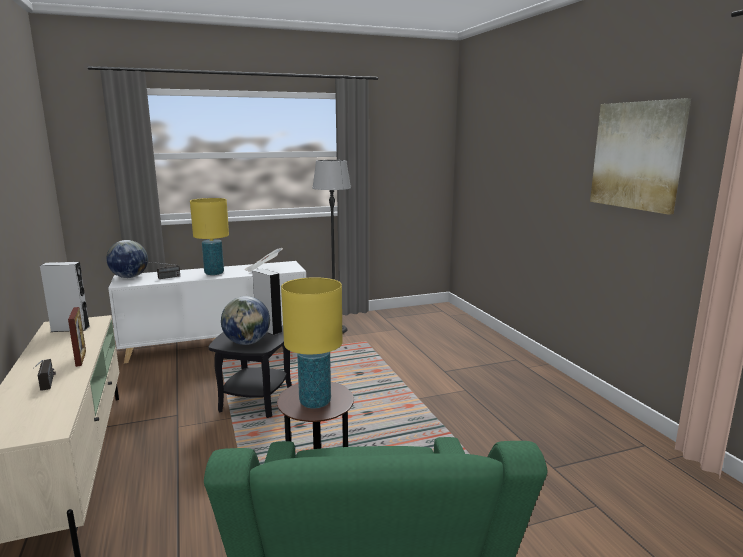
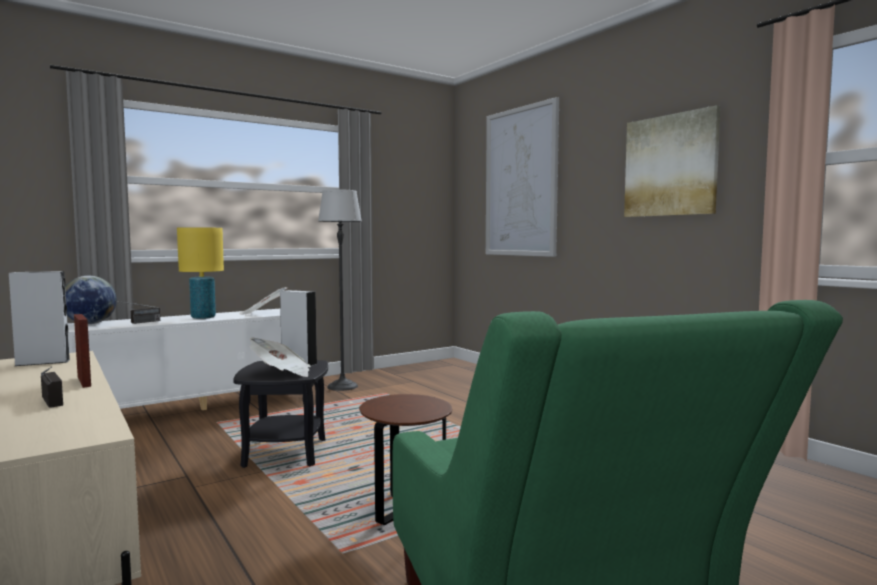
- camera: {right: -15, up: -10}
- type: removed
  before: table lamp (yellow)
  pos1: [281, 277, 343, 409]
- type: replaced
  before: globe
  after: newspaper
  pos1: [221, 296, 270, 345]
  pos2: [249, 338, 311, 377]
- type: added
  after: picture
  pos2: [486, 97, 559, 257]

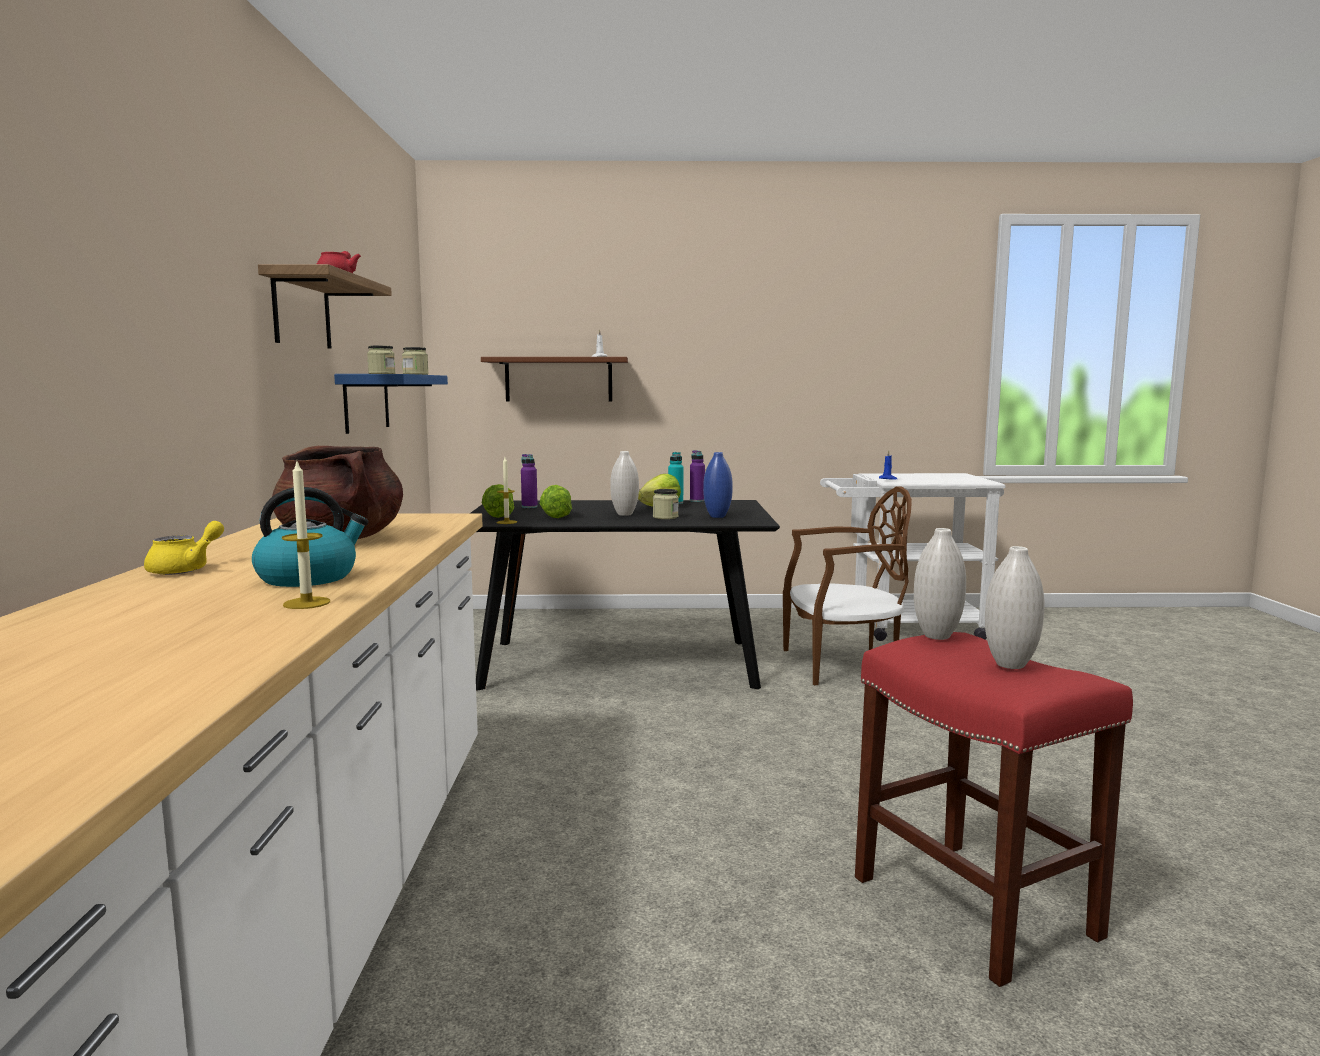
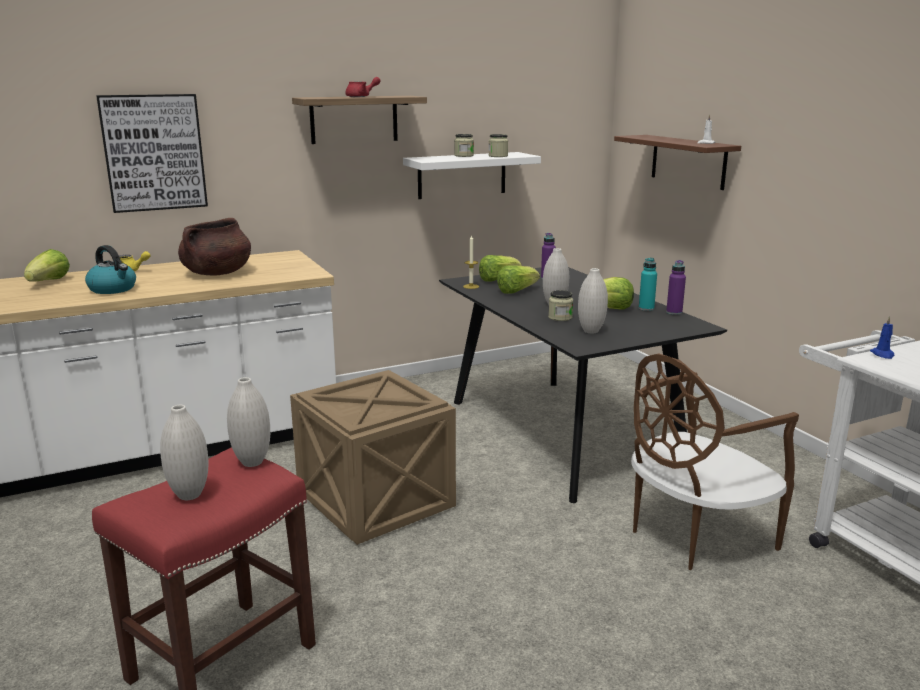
- camera: {right: 65, up: 10}
- type: recoloured
  before: shelf (blue)
  after: shelf (white)
  pos1: [334, 374, 448, 434]
  pos2: [403, 152, 541, 199]
- type: recoloured
  before: vase (blue)
  after: vase (white)
  pos1: [703, 452, 733, 518]
  pos2: [578, 268, 608, 333]
- type: removed
  before: candle
  pos1: [282, 461, 330, 609]
- type: turned
  before: chair (brown)
  pos1: [783, 486, 912, 685]
  pos2: [631, 354, 799, 570]
  turn: 90
- type: added
  after: picture
  pos2: [96, 94, 208, 213]
- type: added
  after: lettuce
  pos2: [24, 249, 70, 282]
- type: added
  after: crate
  pos2: [290, 370, 456, 545]

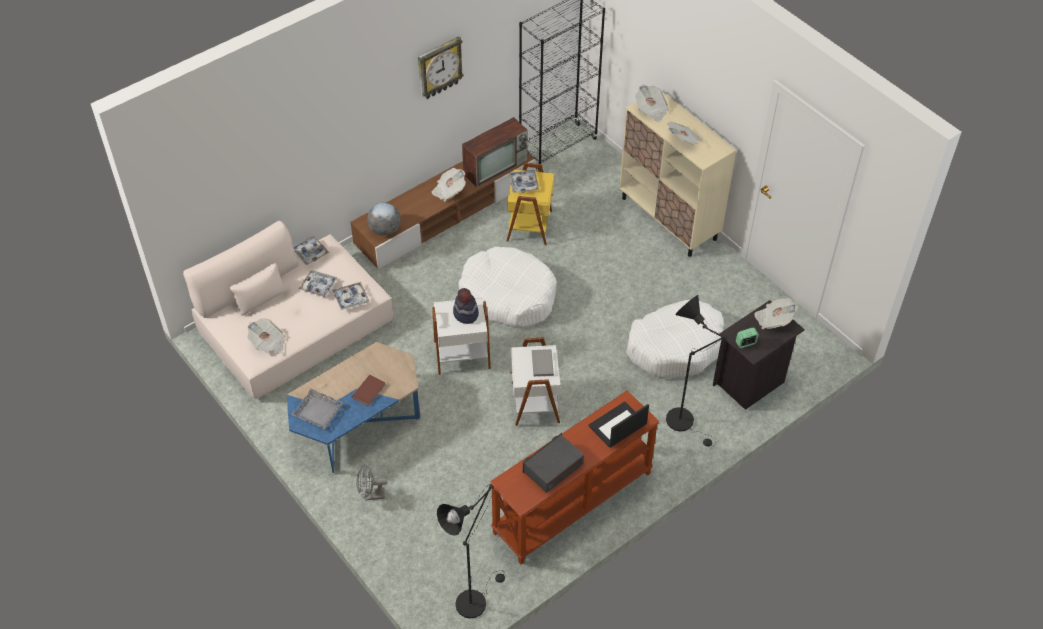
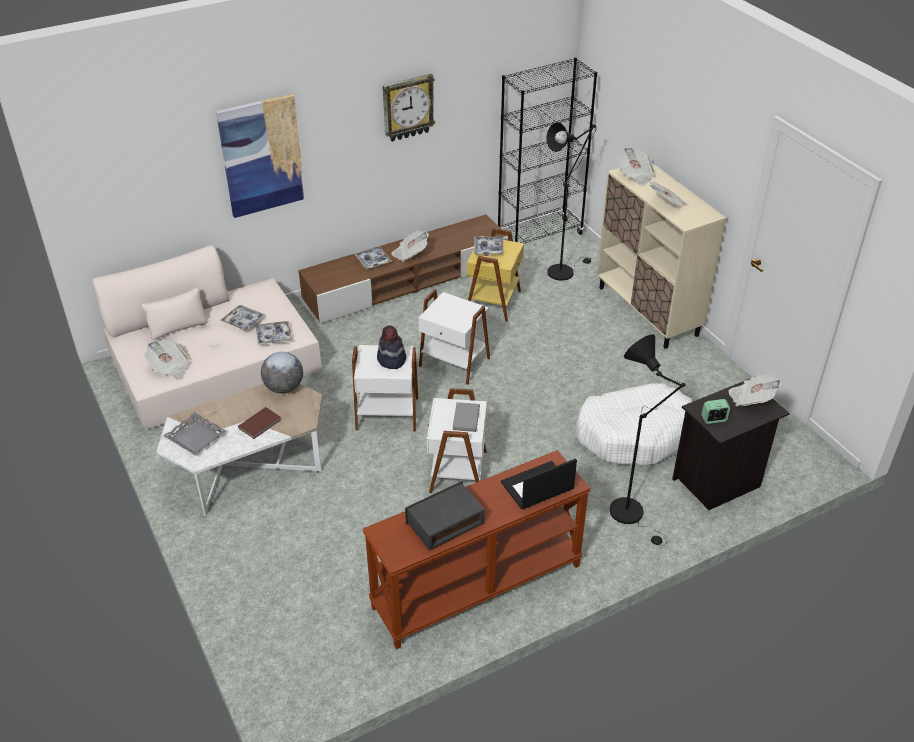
- camera: {right: 10, up: -10}
- type: removed
  before: television
  pos1: [462, 117, 528, 188]
- type: moved
  before: globe
  pos1: [367, 203, 401, 236]
  pos2: [261, 352, 303, 394]
- type: moved
  before: tray
  pos1: [293, 236, 330, 265]
  pos2: [355, 246, 392, 269]
- type: replaced
  before: dog bed (white)
  after: side table (white)
  pos1: [458, 247, 557, 328]
  pos2: [419, 289, 490, 385]
- type: recoloured
  before: coffee table (blue)
  after: coffee table (white)
  pos1: [287, 342, 420, 473]
  pos2: [156, 384, 322, 515]
- type: removed
  before: fan (grey)
  pos1: [356, 465, 388, 501]
- type: moved
  before: floor lamp (black)
  pos1: [437, 484, 505, 619]
  pos2: [546, 122, 597, 281]
- type: added
  after: picture
  pos2: [216, 94, 305, 218]

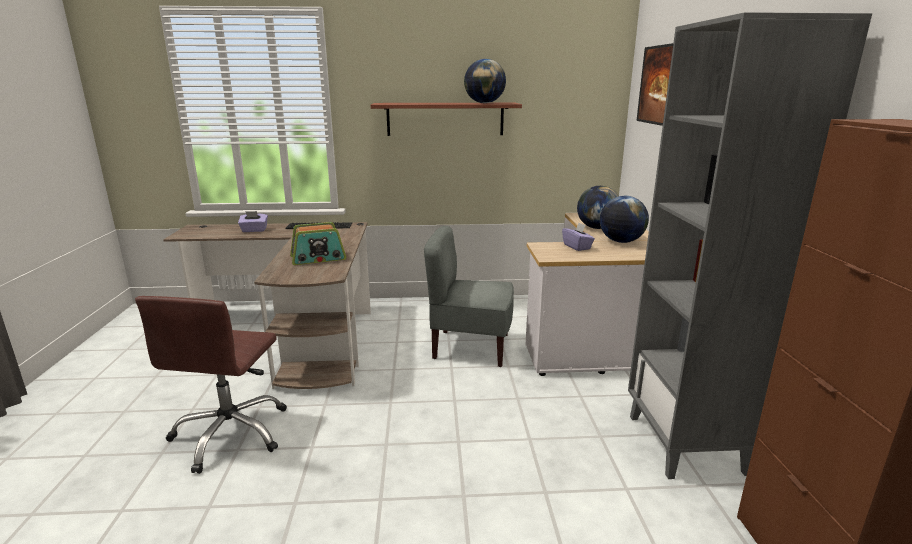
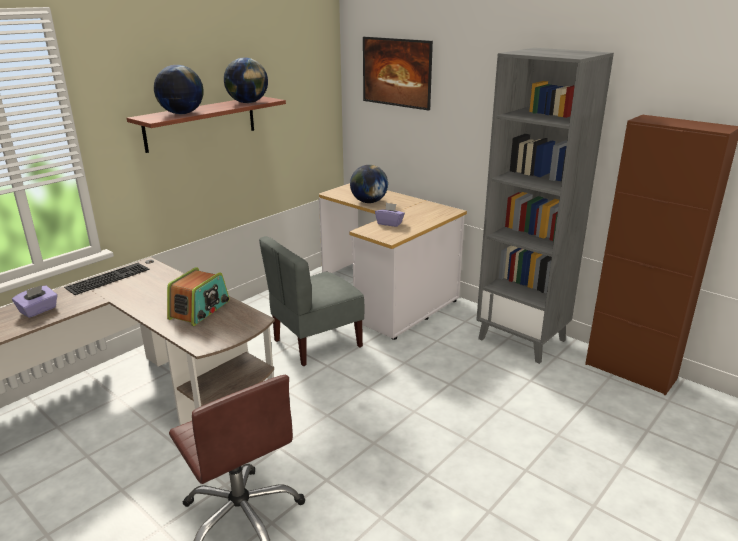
- camera: {right: -45, up: 5}
- type: moved
  before: globe
  pos1: [600, 196, 649, 243]
  pos2: [154, 65, 204, 114]

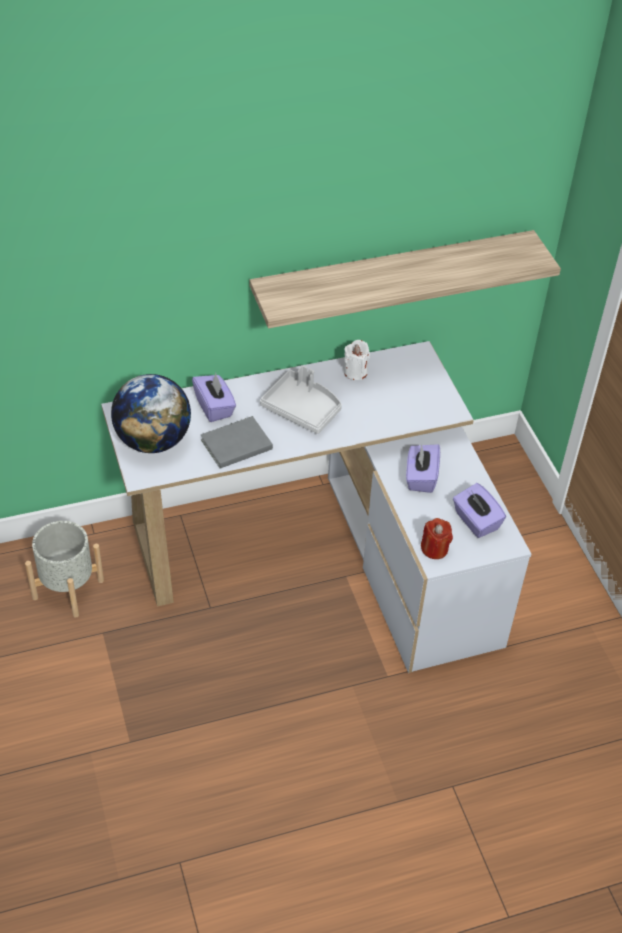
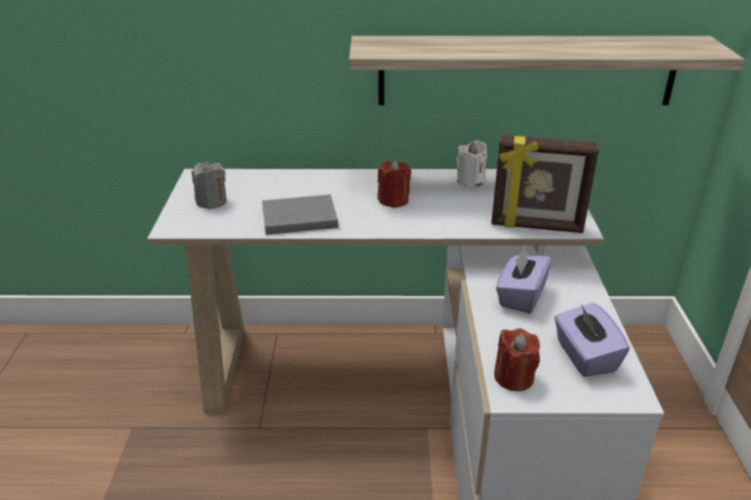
- camera: {right: 20, up: -15}
- type: replaced
  before: tray (grey)
  after: candle (red)
  pos1: [260, 365, 342, 434]
  pos2: [377, 160, 411, 208]
- type: removed
  before: tissue box (purple)
  pos1: [192, 373, 236, 422]
- type: replaced
  before: globe
  after: candle (grey)
  pos1: [111, 374, 191, 453]
  pos2: [192, 161, 227, 209]
- type: removed
  before: planter (grey)
  pos1: [25, 521, 104, 617]
- type: added
  after: picture frame
  pos2: [491, 135, 599, 233]

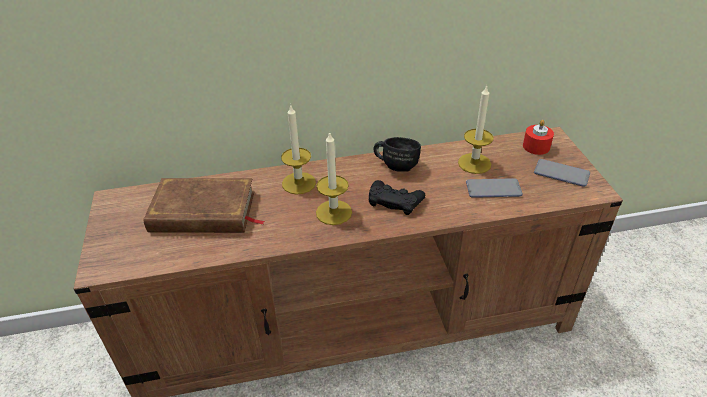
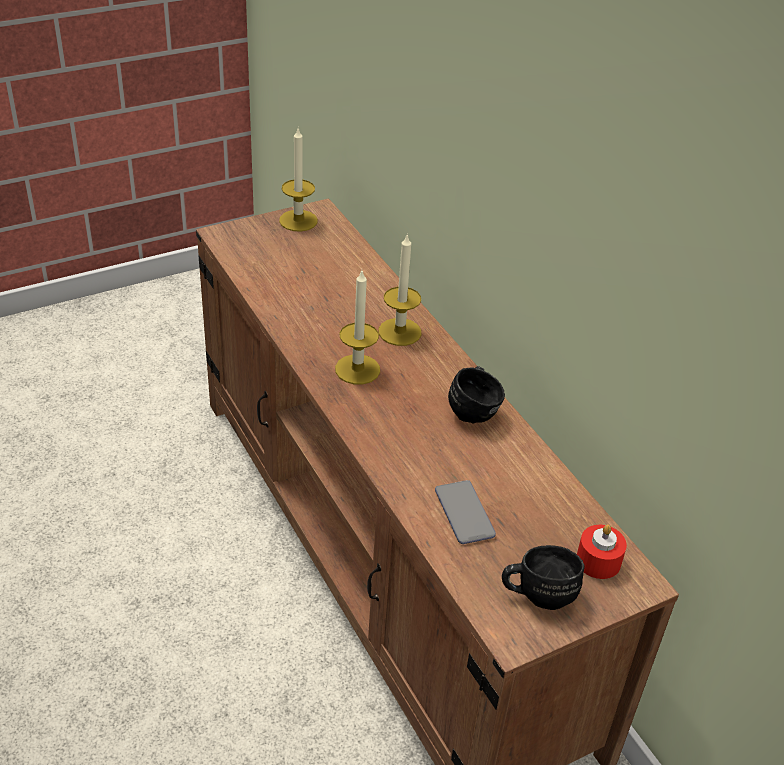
- camera: {right: 70, up: 0}
- type: moved
  before: candle
  pos1: [458, 85, 494, 174]
  pos2: [279, 128, 318, 232]
- type: replaced
  before: phone
  after: mug (black)
  pos1: [534, 159, 590, 187]
  pos2: [502, 545, 585, 610]
- type: removed
  before: book (brown)
  pos1: [143, 178, 265, 233]
- type: removed
  before: game controller (black)
  pos1: [369, 180, 425, 215]

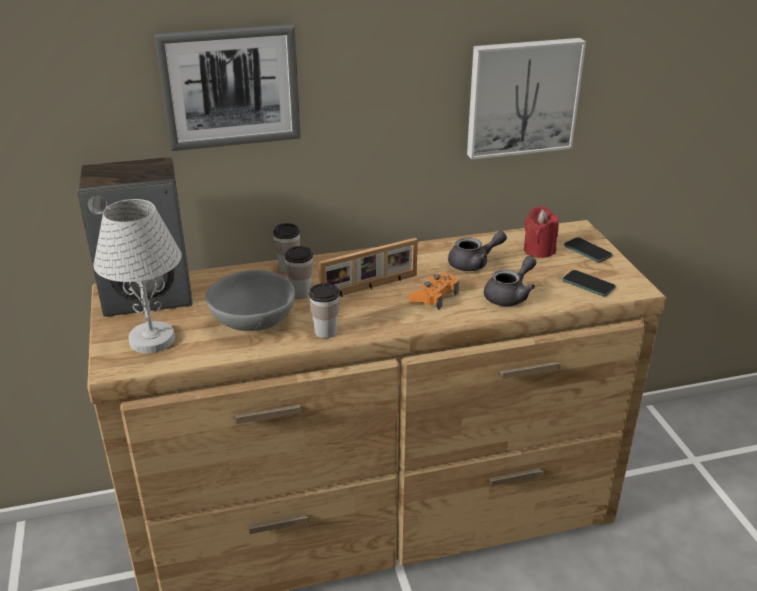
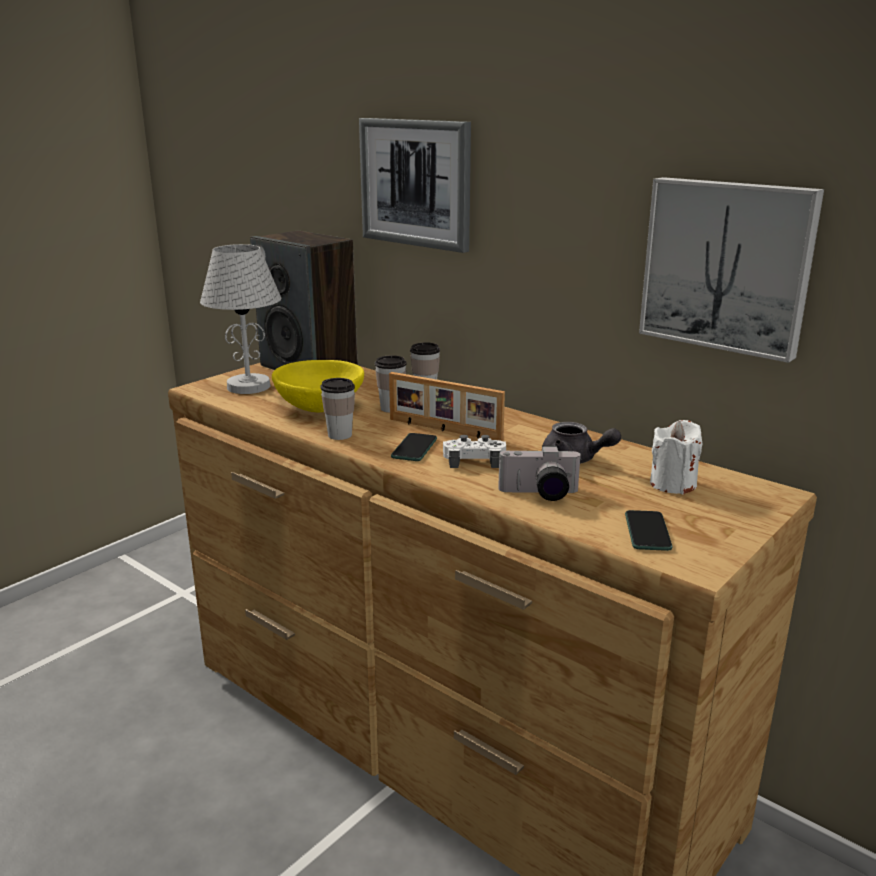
- camera: {right: 55, up: -10}
- type: recoloured
  before: candle (red)
  after: candle (white)
  pos1: [524, 206, 559, 258]
  pos2: [650, 420, 702, 494]
- type: moved
  before: phone
  pos1: [564, 237, 612, 262]
  pos2: [391, 433, 437, 461]
- type: replaced
  before: teapot (grey)
  after: photo camera
  pos1: [484, 256, 537, 306]
  pos2: [498, 445, 581, 501]
- type: recoloured
  before: bowl (grey)
  after: bowl (yellow)
  pos1: [205, 270, 295, 331]
  pos2: [272, 360, 364, 412]
- type: recoloured
  before: game controller (orange)
  after: game controller (white)
  pos1: [409, 273, 459, 310]
  pos2: [443, 435, 506, 468]

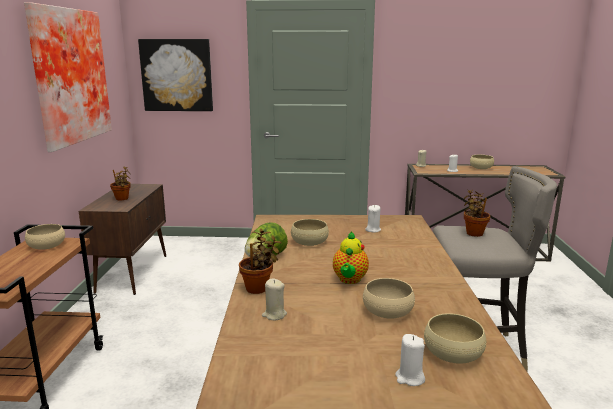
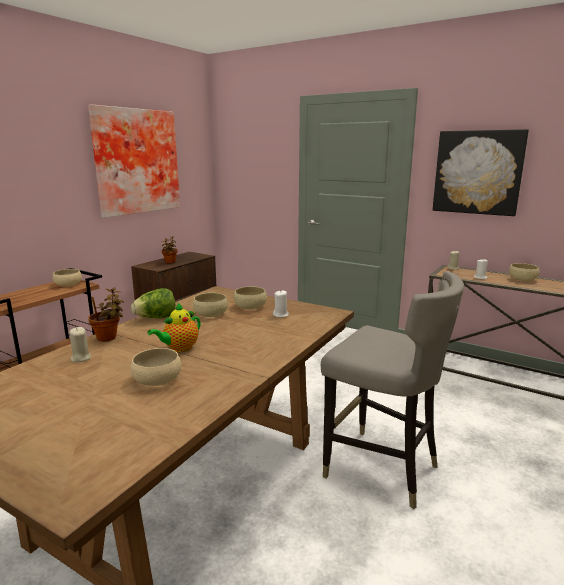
- camera: {right: 30, up: 0}
- type: moved
  before: picture
  pos1: [138, 39, 213, 111]
  pos2: [433, 129, 529, 216]
- type: removed
  before: potted plant
  pos1: [464, 190, 491, 237]
- type: moved
  before: bowl (beige)
  pos1: [424, 313, 486, 364]
  pos2: [233, 286, 267, 309]
- type: removed
  before: candle (white)
  pos1: [395, 334, 425, 386]

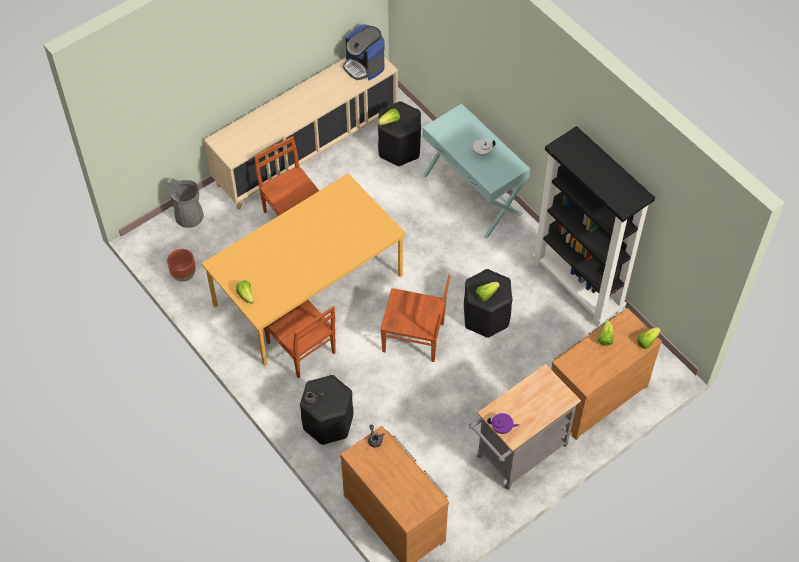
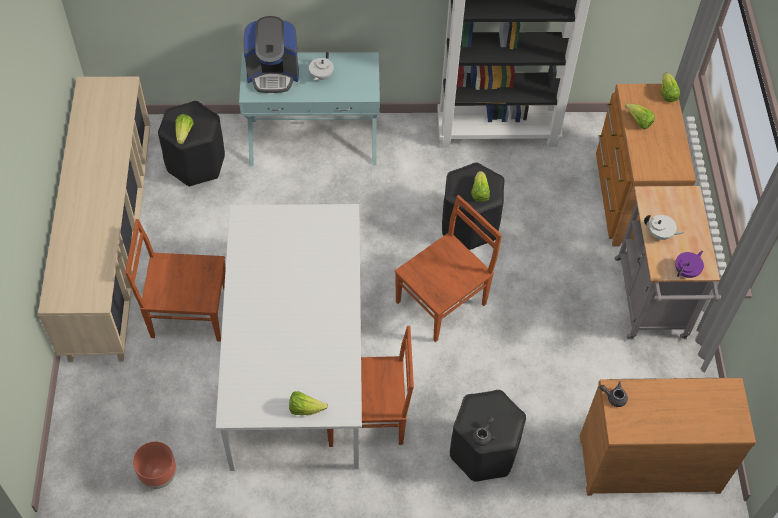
- camera: {right: -55, up: 0}
- type: moved
  before: coffee machine
  pos1: [343, 24, 385, 80]
  pos2: [243, 16, 299, 93]
- type: recoloured
  before: dining table (orange)
  after: dining table (white)
  pos1: [202, 174, 406, 366]
  pos2: [216, 204, 362, 471]
- type: removed
  before: trash can (grey)
  pos1: [169, 178, 204, 228]
- type: added
  after: teapot (white)
  pos2: [644, 215, 684, 240]

